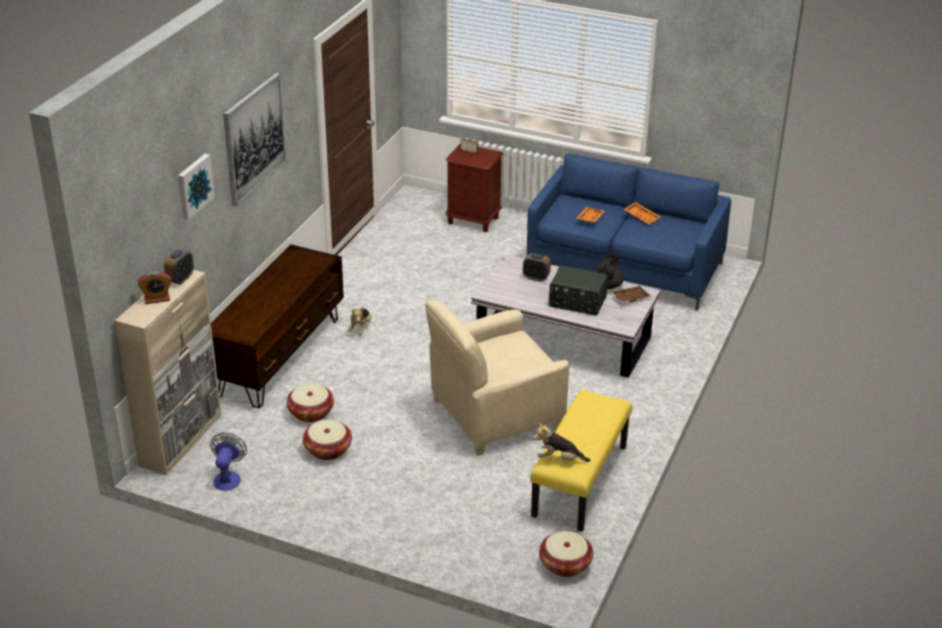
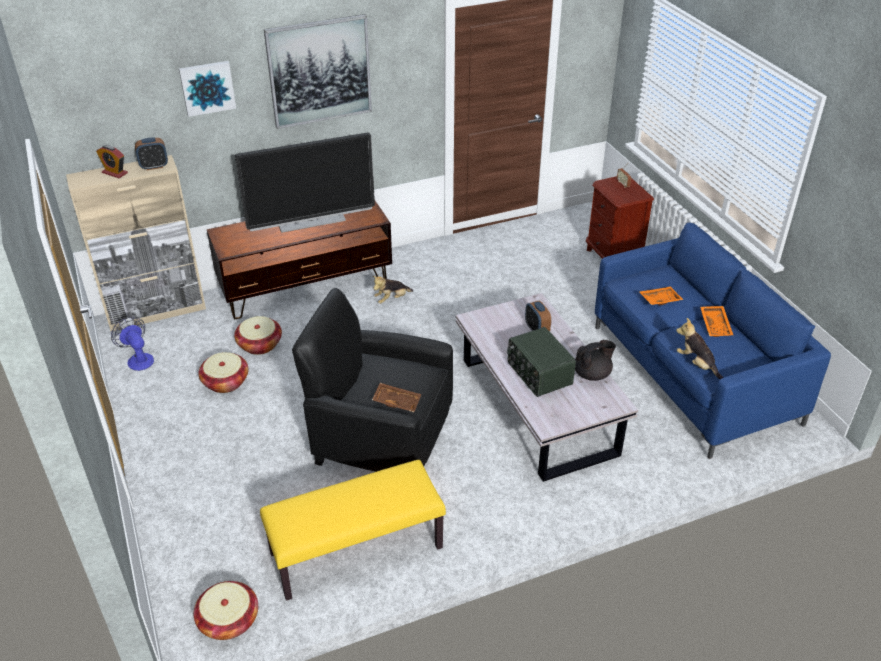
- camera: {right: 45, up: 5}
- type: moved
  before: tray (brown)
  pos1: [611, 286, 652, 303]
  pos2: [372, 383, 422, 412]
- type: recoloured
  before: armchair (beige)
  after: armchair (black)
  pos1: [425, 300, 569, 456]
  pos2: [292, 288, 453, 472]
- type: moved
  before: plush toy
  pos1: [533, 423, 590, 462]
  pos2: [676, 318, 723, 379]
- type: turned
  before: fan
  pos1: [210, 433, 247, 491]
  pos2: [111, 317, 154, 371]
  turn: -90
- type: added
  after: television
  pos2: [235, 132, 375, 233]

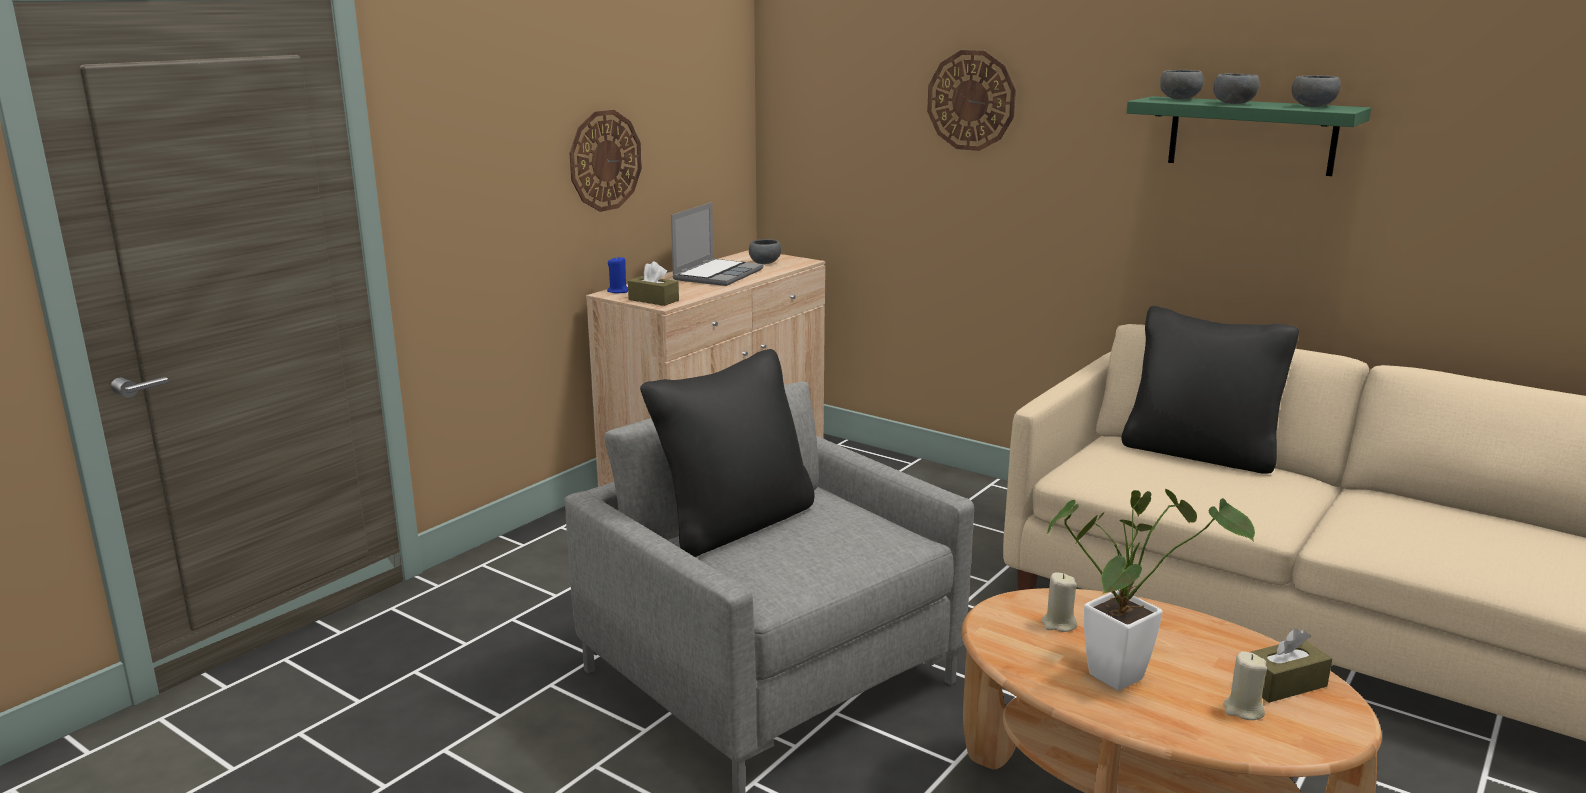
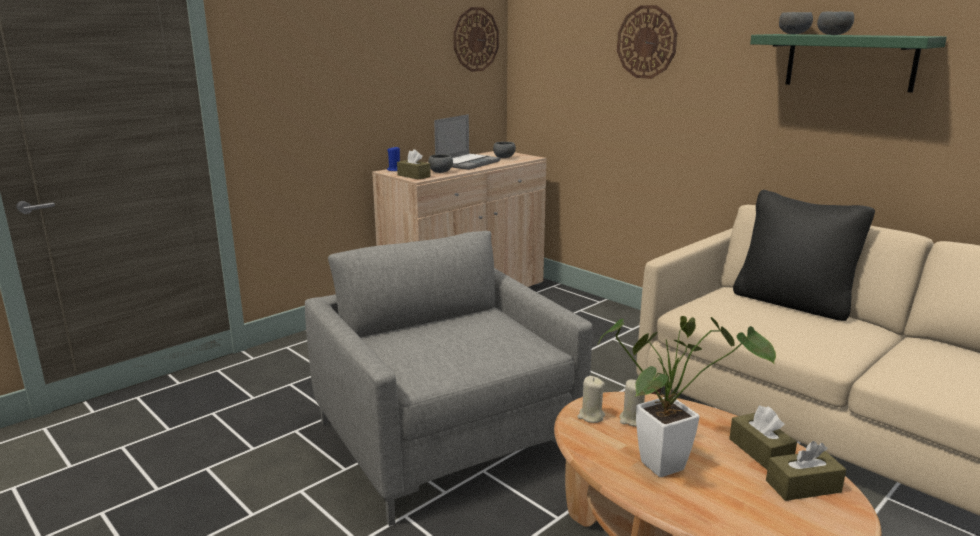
- camera: {right: 10, up: 0}
- type: moved
  before: bowl (grey)
  pos1: [1292, 75, 1341, 107]
  pos2: [428, 154, 453, 173]
- type: moved
  before: wall clock
  pos1: [570, 110, 642, 212]
  pos2: [453, 7, 499, 72]
- type: removed
  before: pillow (black)
  pos1: [640, 349, 815, 557]
- type: moved
  before: candle (beige)
  pos1: [1223, 651, 1267, 720]
  pos2: [577, 376, 605, 423]
- type: added
  after: tissue box (brown)
  pos2: [729, 405, 797, 470]

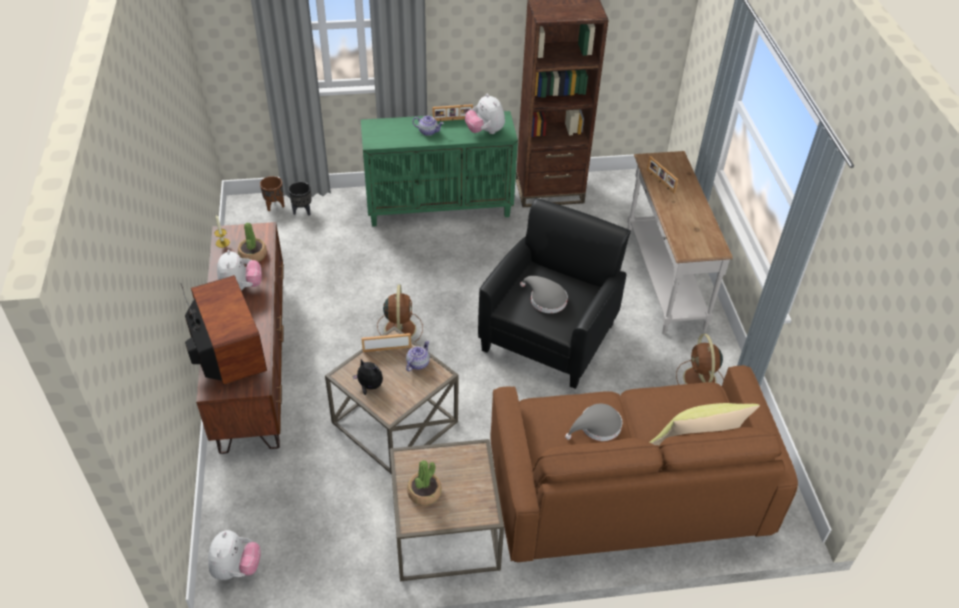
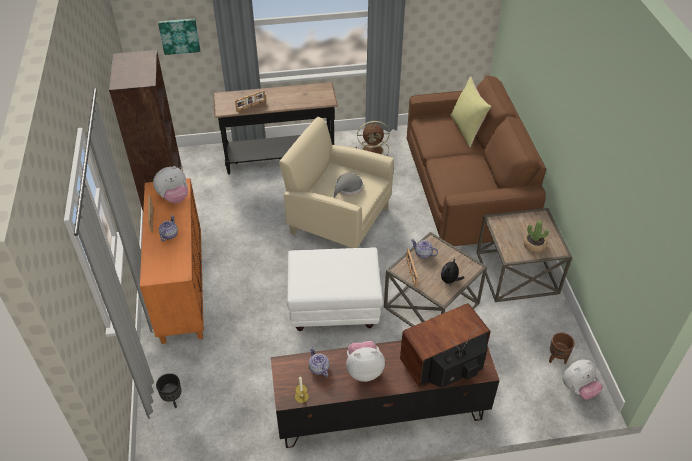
- camera: {right: -90, up: 0}
- type: recoloured
  before: cabinet (green)
  after: cabinet (orange)
  pos1: [361, 111, 518, 227]
  pos2: [140, 178, 204, 344]
- type: recoloured
  before: console table (white)
  after: console table (black)
  pos1: [627, 151, 733, 335]
  pos2: [213, 82, 338, 174]
- type: moved
  before: planter (brown)
  pos1: [260, 176, 284, 211]
  pos2: [549, 333, 575, 364]
- type: recoloured
  before: armchair (black)
  after: armchair (beige)
  pos1: [478, 198, 631, 389]
  pos2: [279, 117, 393, 248]
- type: replaced
  before: potted plant
  after: teapot
  pos1: [238, 223, 267, 262]
  pos2: [309, 347, 329, 377]
- type: replaced
  before: fan (brown)
  after: ottoman (white)
  pos1: [377, 285, 423, 342]
  pos2: [287, 247, 383, 331]
- type: removed
  before: hat (grey)
  pos1: [565, 404, 622, 441]
- type: turned
  before: plush toy
  pos1: [208, 530, 261, 580]
  pos2: [562, 360, 603, 400]
  turn: 150
- type: added
  after: picture
  pos2: [158, 18, 200, 55]

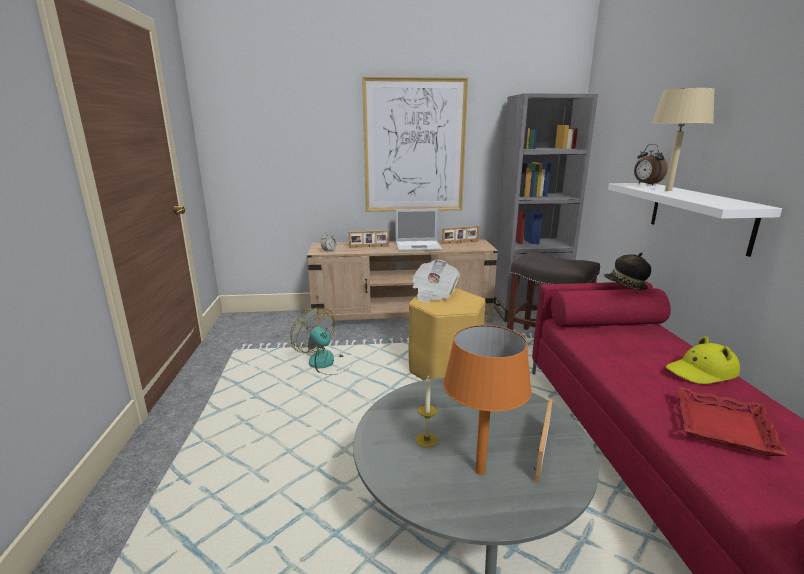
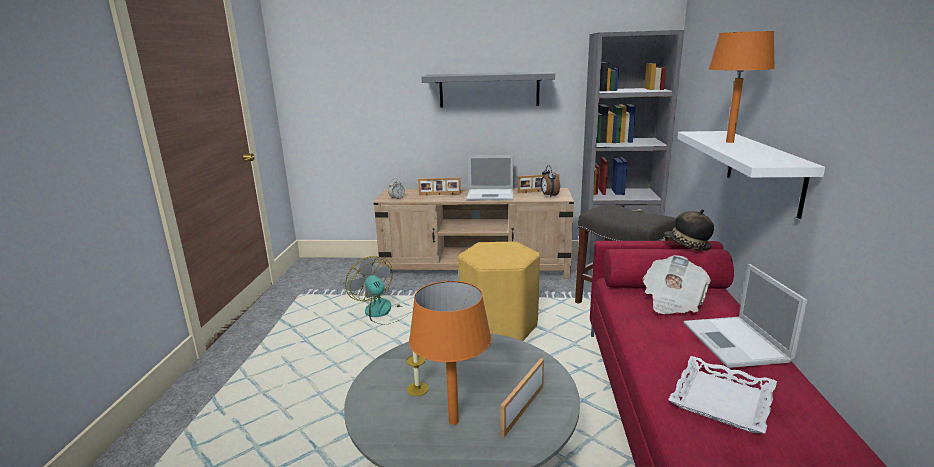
- camera: {right: 10, up: 0}
- type: replaced
  before: picture
  after: shelf (grey)
  pos1: [362, 77, 468, 212]
  pos2: [422, 72, 555, 108]
- type: recoloured
  before: table lamp (beige)
  after: table lamp (orange)
  pos1: [651, 88, 715, 191]
  pos2: [708, 31, 775, 143]
- type: moved
  before: alarm clock
  pos1: [634, 144, 668, 185]
  pos2: [541, 165, 560, 197]
- type: moved
  before: newspaper
  pos1: [412, 260, 460, 302]
  pos2: [643, 255, 711, 314]
- type: replaced
  before: hat (yellow)
  after: laptop
  pos1: [666, 336, 740, 384]
  pos2: [684, 264, 808, 368]
- type: recoloured
  before: tray (red)
  after: tray (white)
  pos1: [677, 387, 788, 456]
  pos2: [668, 356, 777, 433]

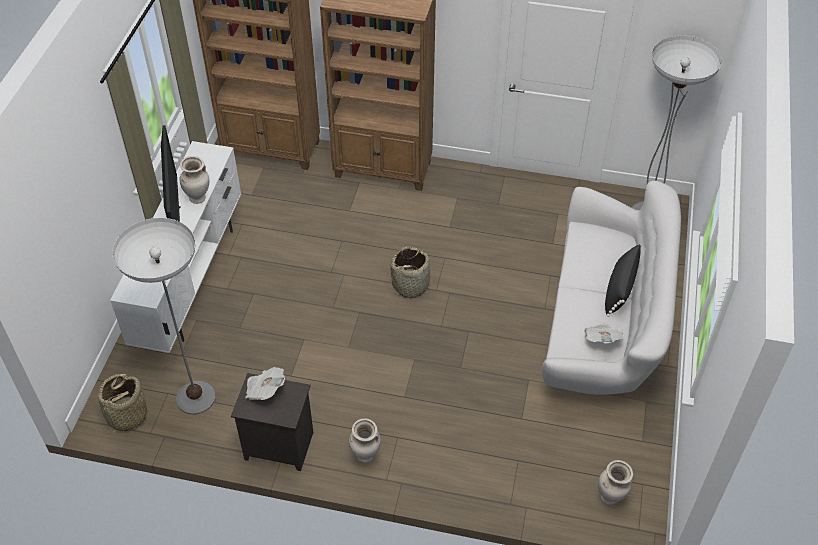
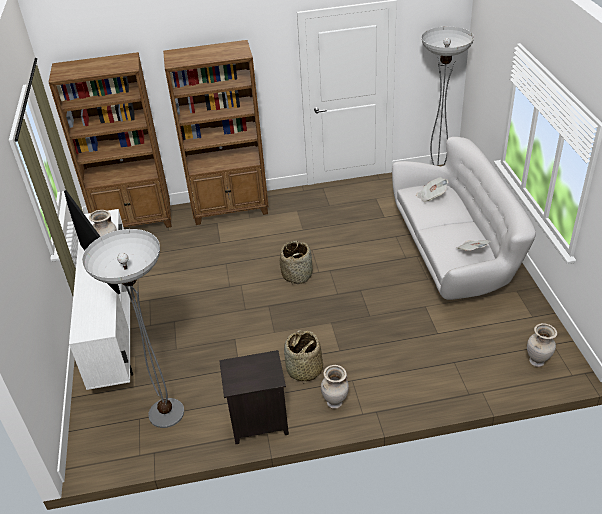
- camera: {right: -20, up: -10}
- type: removed
  before: pillow (black)
  pos1: [605, 244, 642, 317]
- type: moved
  before: newspaper
  pos1: [245, 367, 285, 400]
  pos2: [416, 177, 449, 202]
- type: moved
  before: basket
  pos1: [98, 374, 147, 432]
  pos2: [284, 330, 323, 383]

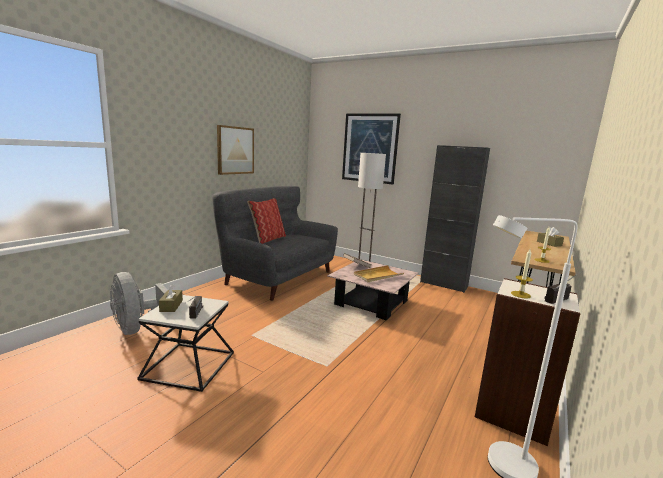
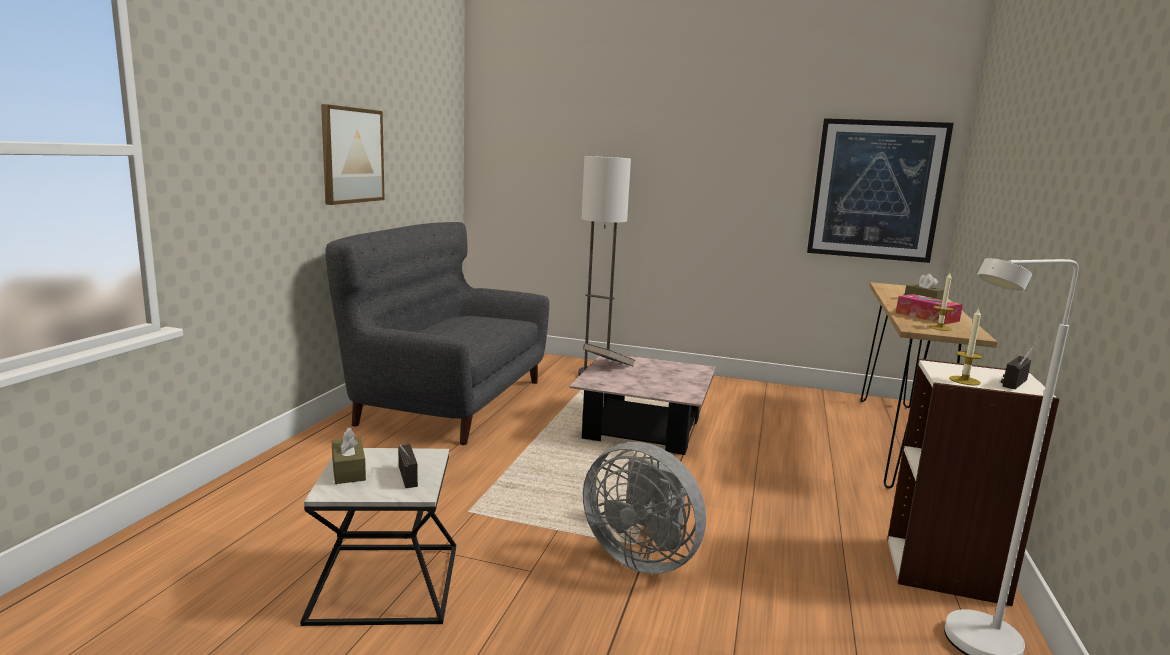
- camera: {right: -15, up: 0}
- type: moved
  before: picture
  pos1: [342, 114, 401, 184]
  pos2: [807, 118, 954, 263]
- type: removed
  before: cabinet (black)
  pos1: [420, 145, 490, 293]
- type: removed
  before: pillow
  pos1: [247, 198, 286, 244]
- type: removed
  before: tray (beige)
  pos1: [354, 265, 404, 282]
- type: moved
  before: fan (grey)
  pos1: [110, 272, 167, 335]
  pos2: [583, 442, 706, 574]
- type: added
  after: tissue box
  pos2: [896, 294, 963, 324]

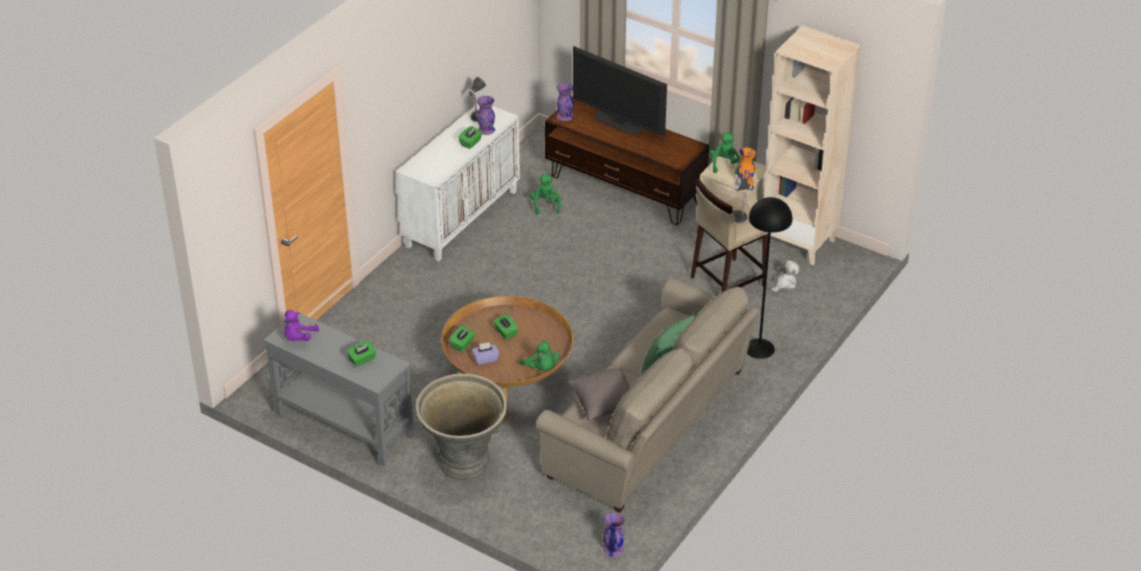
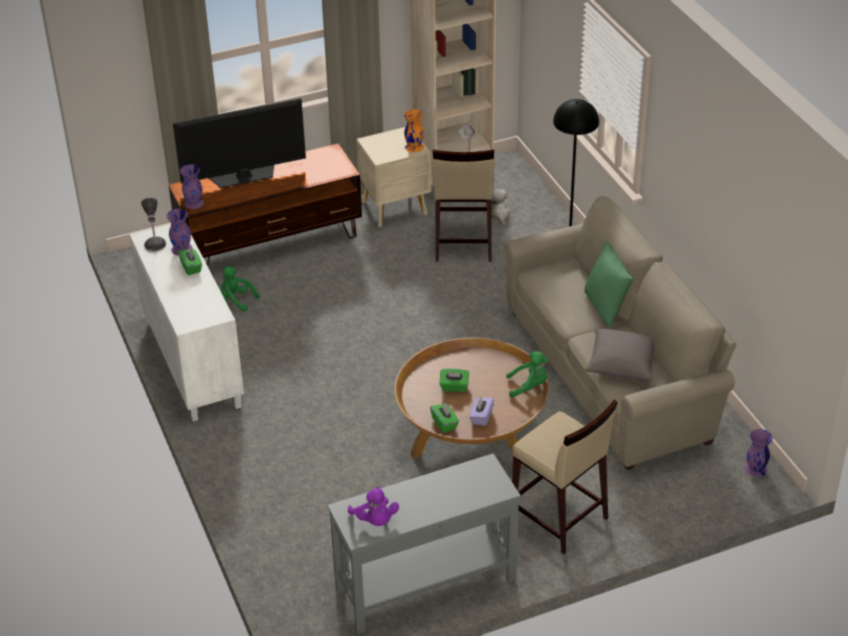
- camera: {right: -55, up: 0}
- type: removed
  before: plush toy (green)
  pos1: [709, 132, 741, 175]
- type: removed
  before: tissue box (green)
  pos1: [346, 341, 376, 366]
- type: replaced
  before: planter (grey)
  after: stool (beige)
  pos1: [416, 373, 507, 480]
  pos2: [512, 400, 618, 554]

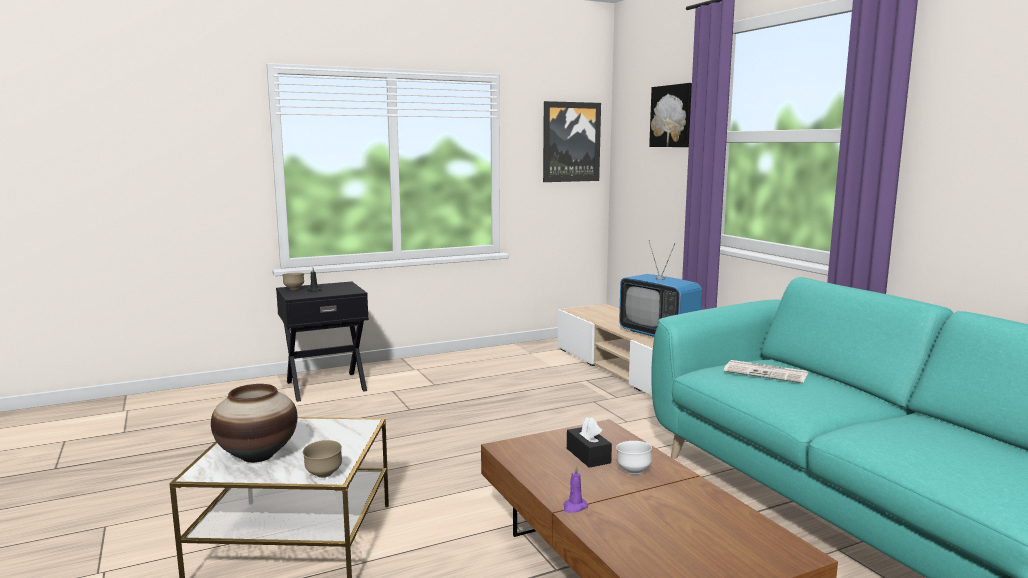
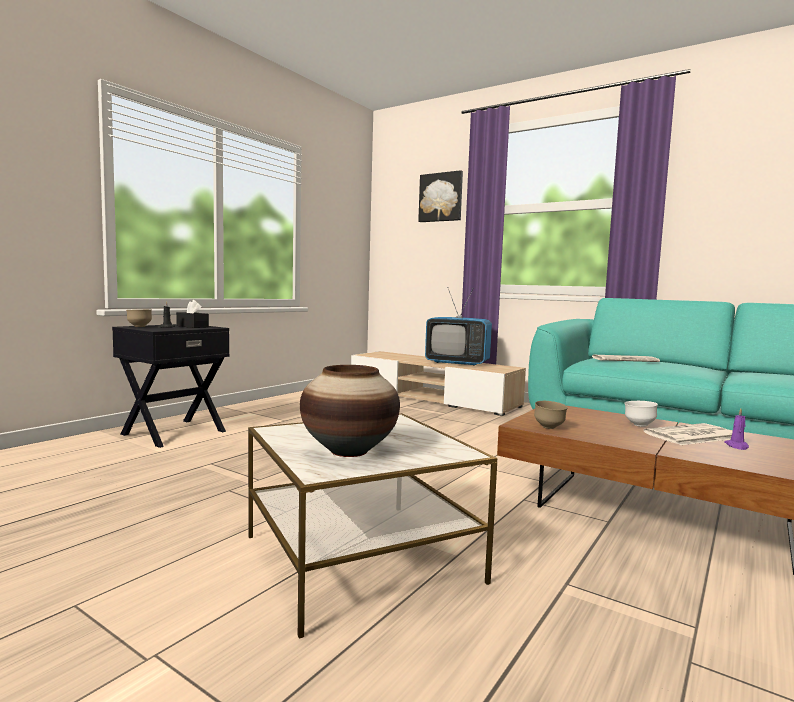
- camera: {right: -30, up: -5}
- type: removed
  before: picture
  pos1: [543, 101, 601, 182]
- type: moved
  before: tissue box (black)
  pos1: [567, 417, 612, 468]
  pos2: [176, 300, 209, 328]
- type: moved
  before: bowl (brown)
  pos1: [303, 440, 342, 478]
  pos2: [534, 401, 568, 429]
- type: moved
  before: candle (purple)
  pos1: [563, 465, 588, 513]
  pos2: [724, 408, 749, 450]
- type: added
  after: newspaper
  pos2: [643, 423, 733, 445]

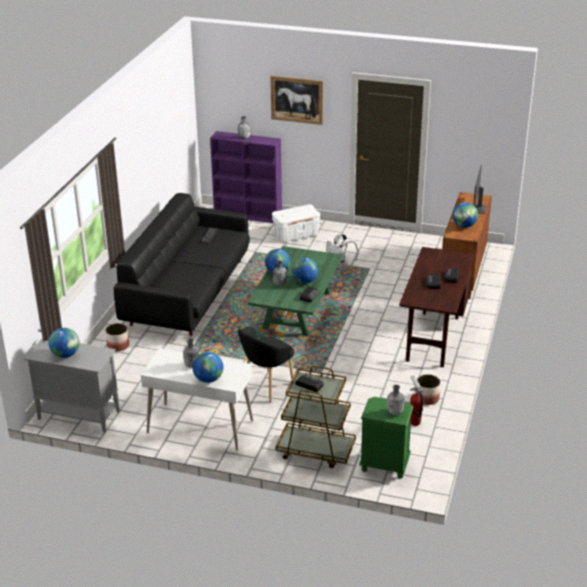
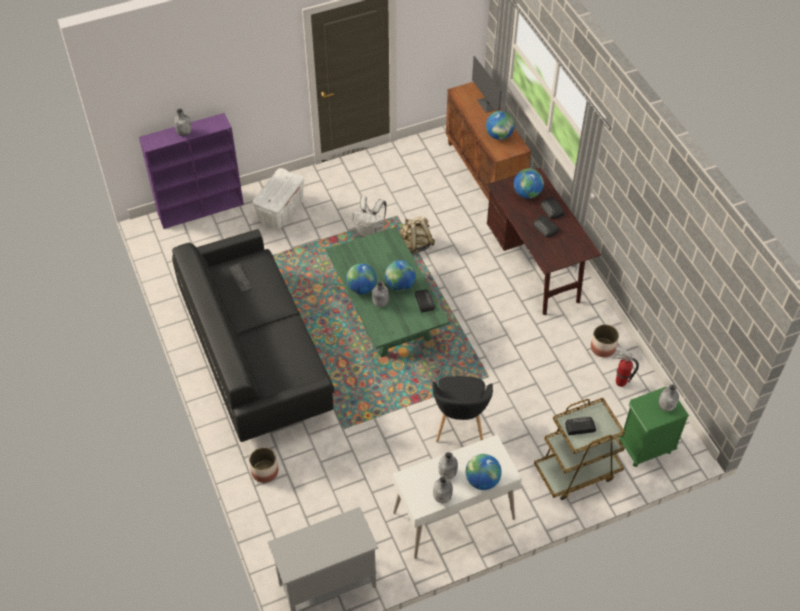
- camera: {right: -40, up: 20}
- type: removed
  before: picture
  pos1: [270, 76, 323, 125]
- type: moved
  before: globe
  pos1: [49, 328, 79, 358]
  pos2: [514, 169, 544, 199]
- type: added
  after: backpack (beige)
  pos2: [400, 216, 435, 254]
- type: added
  after: bottle (grey)
  pos2: [433, 476, 453, 503]

